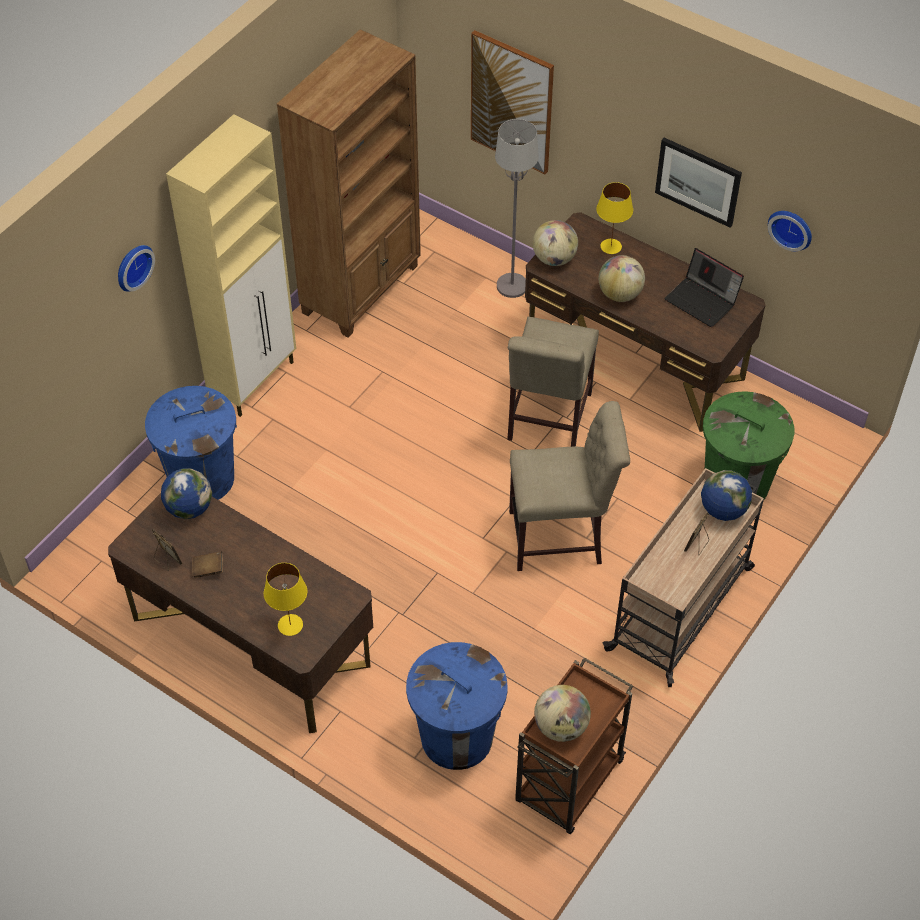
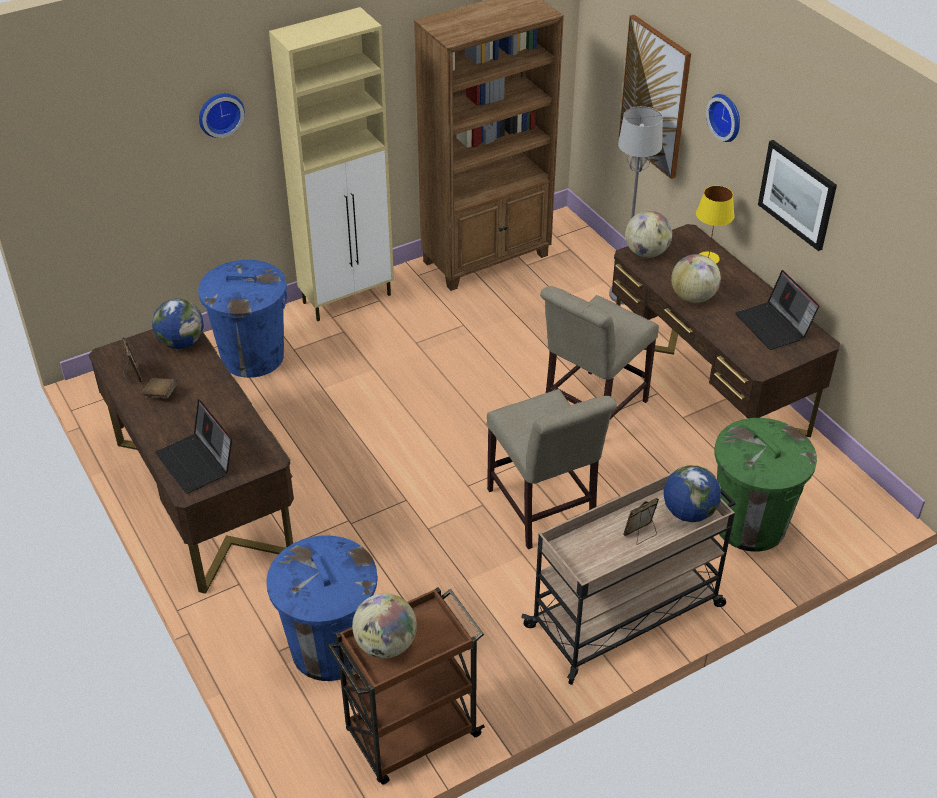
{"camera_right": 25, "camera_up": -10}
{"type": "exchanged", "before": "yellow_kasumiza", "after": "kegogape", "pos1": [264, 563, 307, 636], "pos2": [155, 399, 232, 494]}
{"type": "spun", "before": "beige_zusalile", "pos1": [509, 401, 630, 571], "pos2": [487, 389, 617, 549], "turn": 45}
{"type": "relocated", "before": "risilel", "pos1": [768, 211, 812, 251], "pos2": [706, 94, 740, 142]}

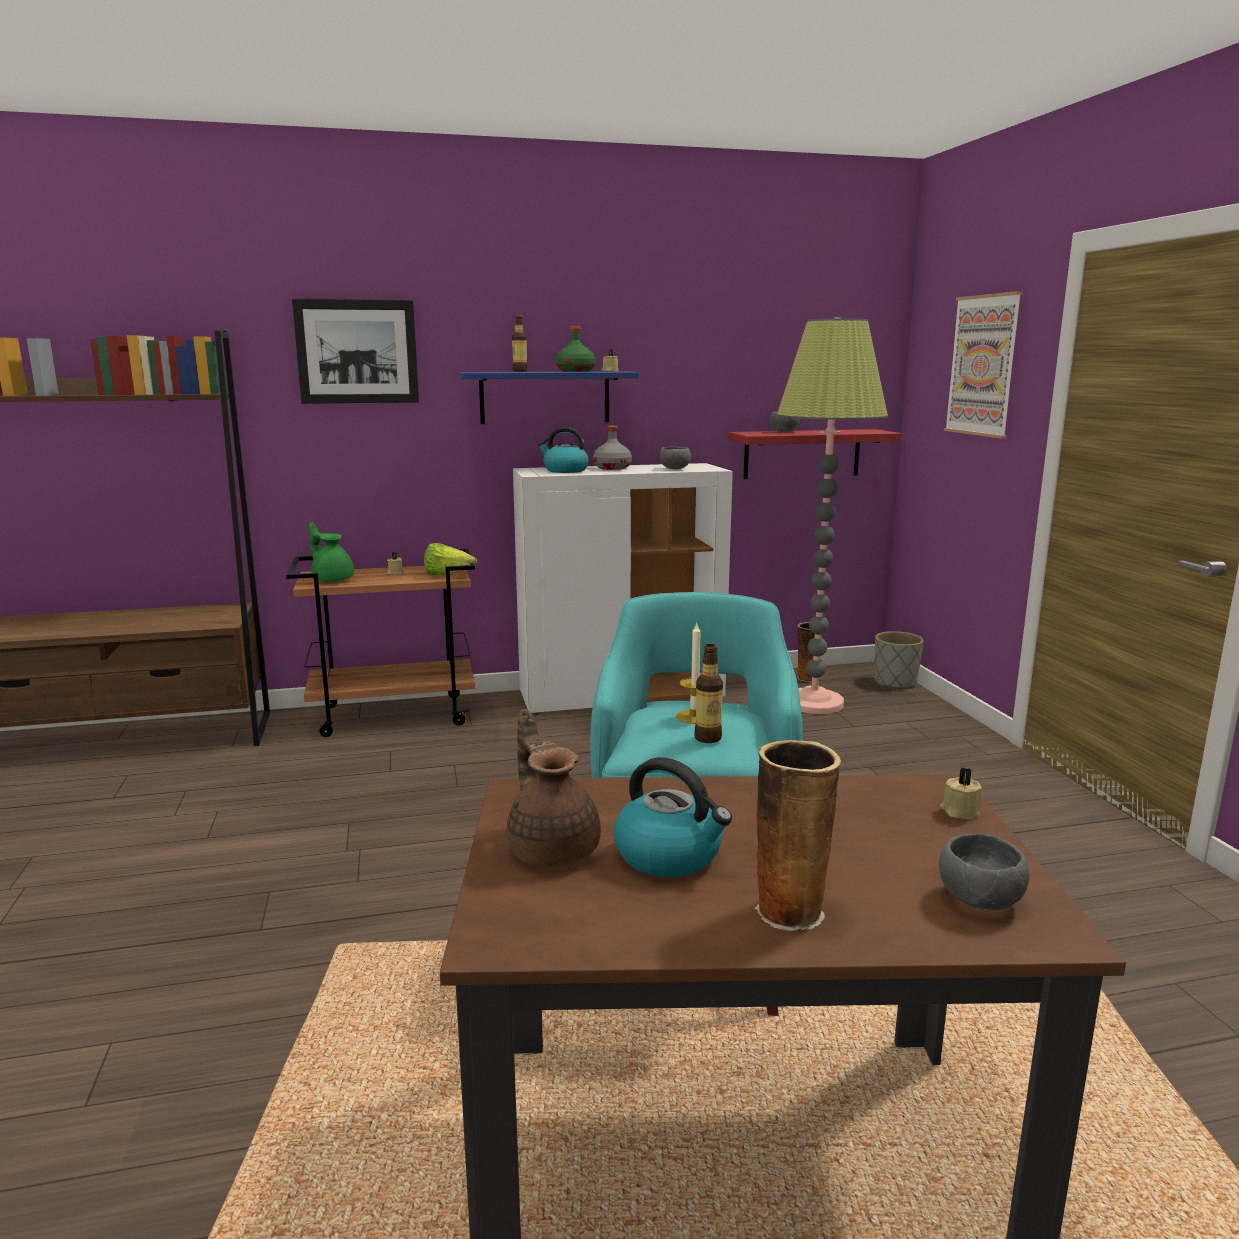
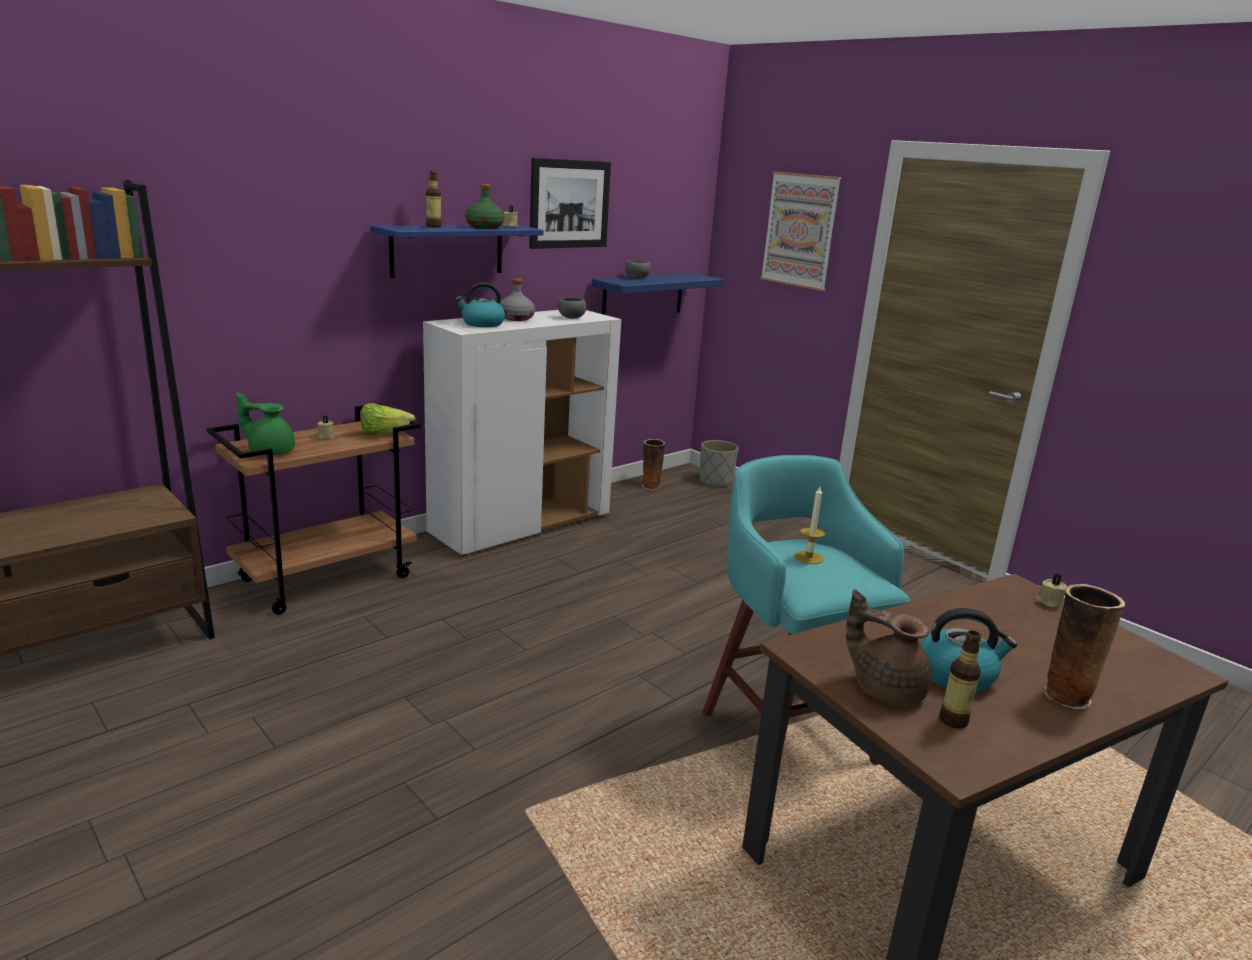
{"camera_right": -30, "camera_up": 5}
{"type": "relocated", "before": "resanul", "pos1": [292, 299, 419, 404], "pos2": [529, 158, 611, 249]}
{"type": "relocated", "before": "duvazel", "pos1": [694, 644, 723, 743], "pos2": [939, 630, 981, 729]}
{"type": "colour", "before": "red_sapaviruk", "after": "blue_sapaviruk", "pos1": [728, 429, 902, 479], "pos2": [592, 273, 724, 315]}
{"type": "missing", "before": "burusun", "pos1": [777, 317, 888, 714]}
{"type": "missing", "before": "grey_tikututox", "pos1": [939, 833, 1030, 910]}

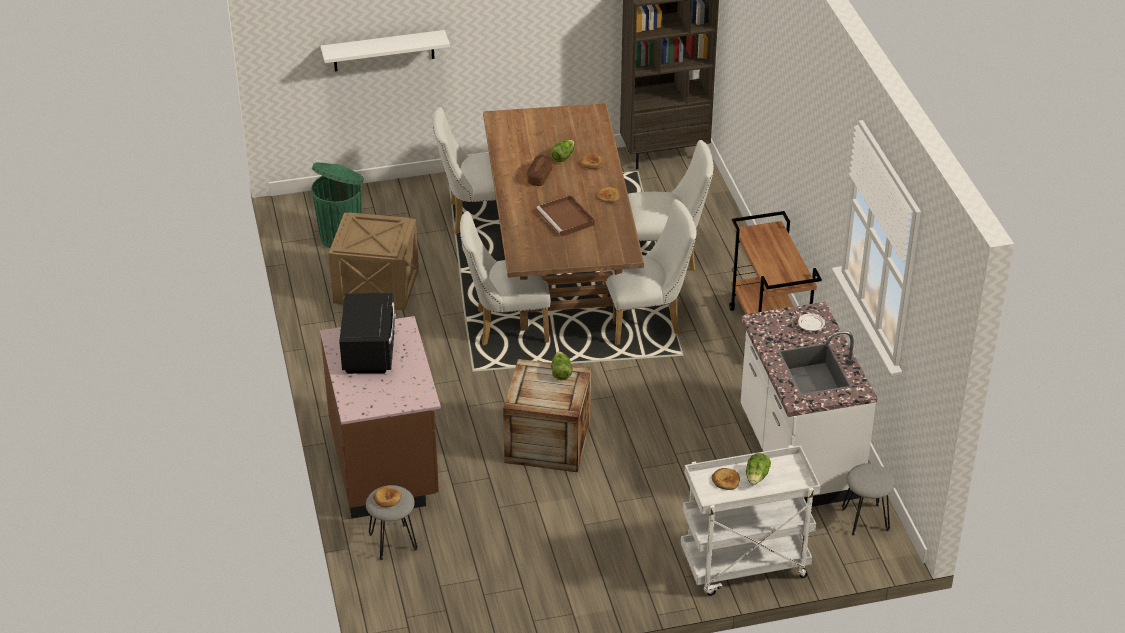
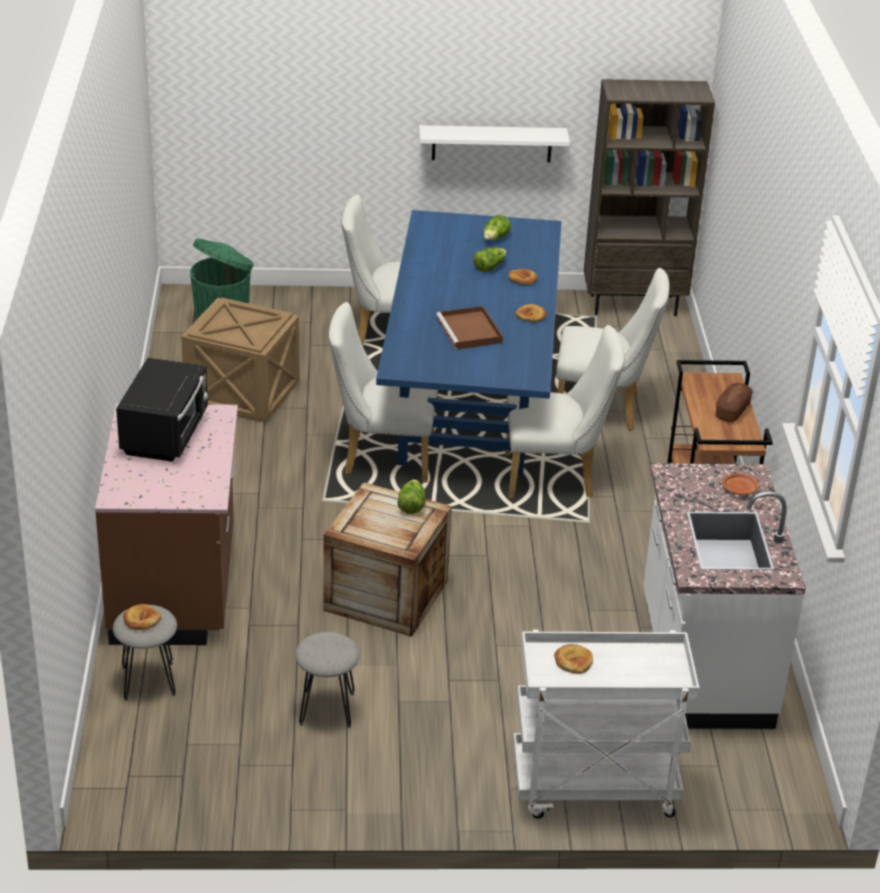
{"camera_right": 10, "camera_up": -5}
{"type": "relocated", "before": "white_sapaviruk", "pos1": [321, 30, 450, 71], "pos2": [419, 125, 570, 162]}
{"type": "colour", "before": "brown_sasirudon", "after": "blue_sasirudon", "pos1": [483, 103, 644, 331], "pos2": [376, 210, 562, 475]}
{"type": "relocated", "before": "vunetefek", "pos1": [527, 155, 553, 186], "pos2": [715, 383, 753, 423]}
{"type": "relocated", "before": "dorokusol", "pos1": [746, 453, 771, 485], "pos2": [483, 215, 511, 240]}
{"type": "colour", "before": "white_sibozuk", "after": "brown_sibozuk", "pos1": [798, 313, 825, 331], "pos2": [722, 473, 759, 495]}
{"type": "relocated", "before": "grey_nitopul", "pos1": [842, 463, 895, 536], "pos2": [295, 632, 360, 728]}

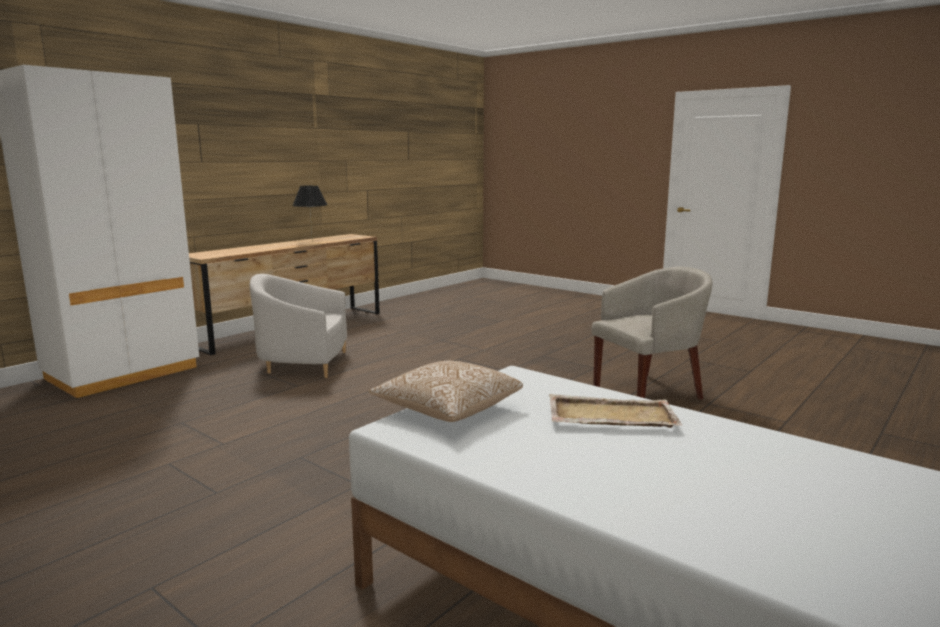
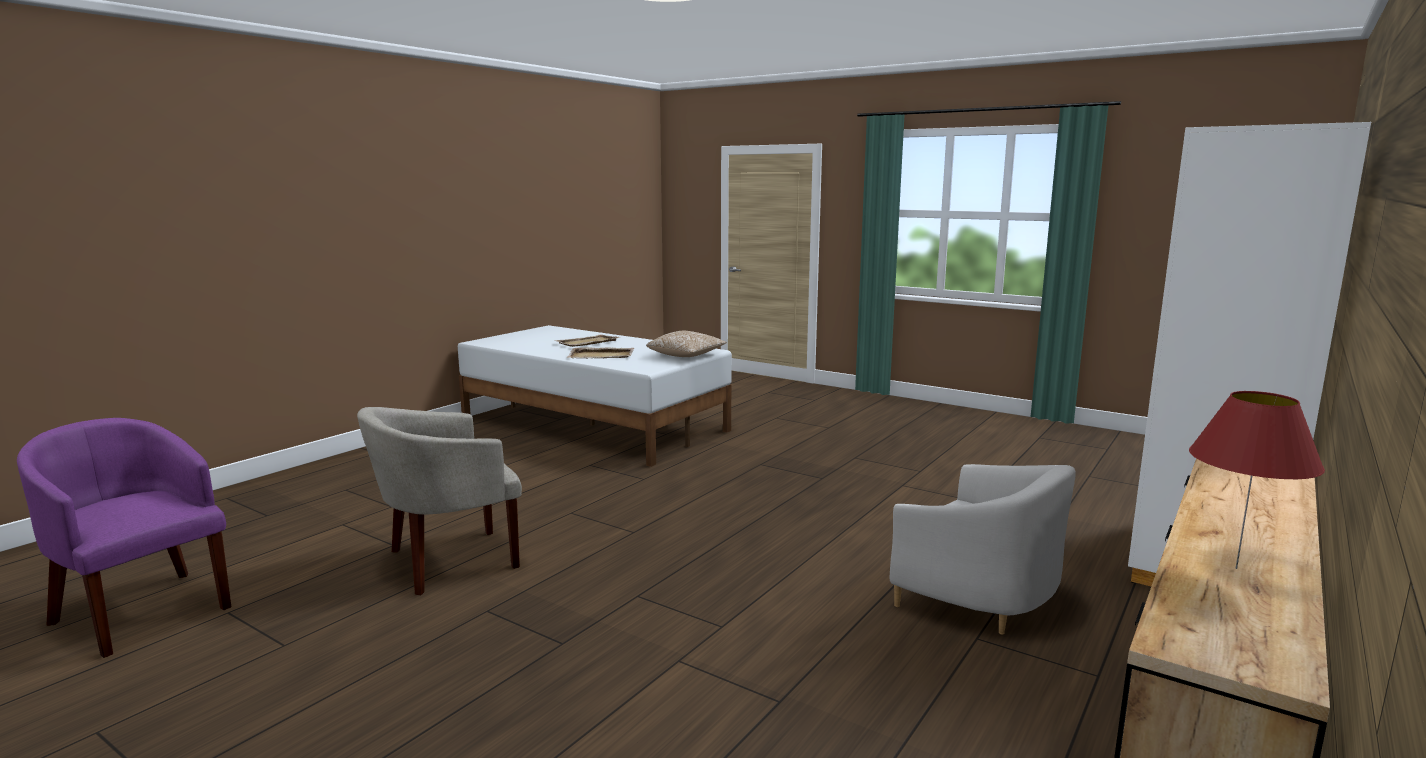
{"camera_right": 175, "camera_up": 0}
{"type": "spun", "before": "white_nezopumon", "pos1": [250, 274, 347, 378], "pos2": [889, 464, 1076, 634], "turn": 45}
{"type": "colour", "before": "black_kasumiza", "after": "red_kasumiza", "pos1": [292, 185, 327, 232], "pos2": [1189, 391, 1325, 569]}
{"type": "appeared", "after": "purple_nezopumon", "pos2": [17, 418, 231, 658]}
{"type": "appeared", "after": "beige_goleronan", "pos2": [553, 334, 621, 347]}

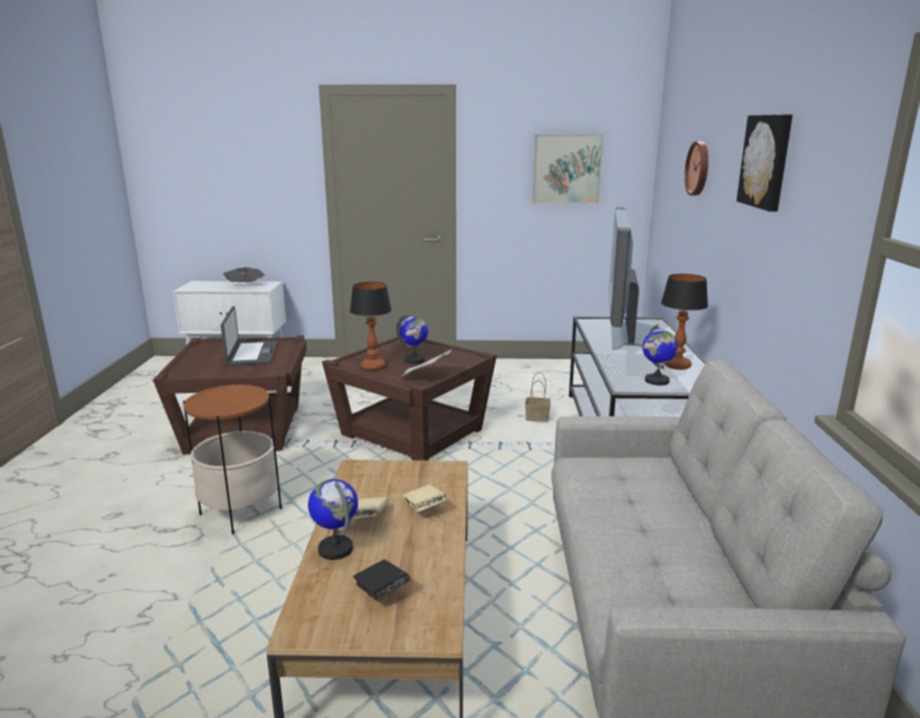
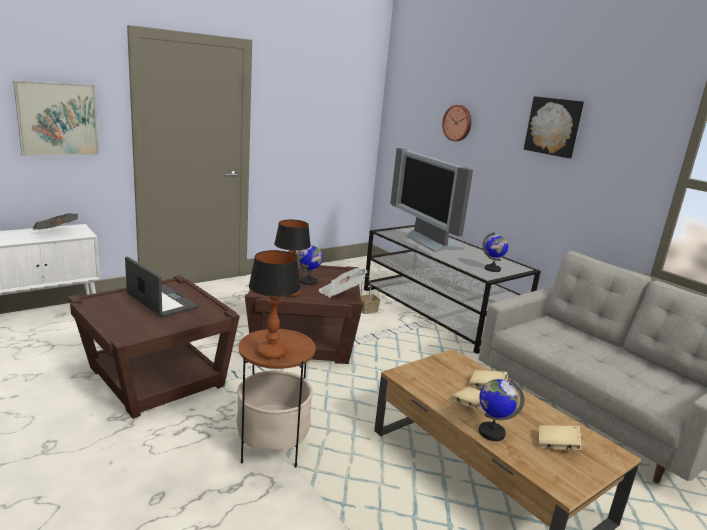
{"camera_right": -40, "camera_up": 0}
{"type": "colour", "before": "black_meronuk", "after": "beige_meronuk", "pos1": [353, 560, 410, 601], "pos2": [539, 425, 581, 450]}
{"type": "relocated", "before": "resanul", "pos1": [532, 134, 604, 204], "pos2": [13, 80, 99, 156]}
{"type": "relocated", "before": "kasumiza", "pos1": [661, 274, 708, 370], "pos2": [249, 250, 301, 359]}

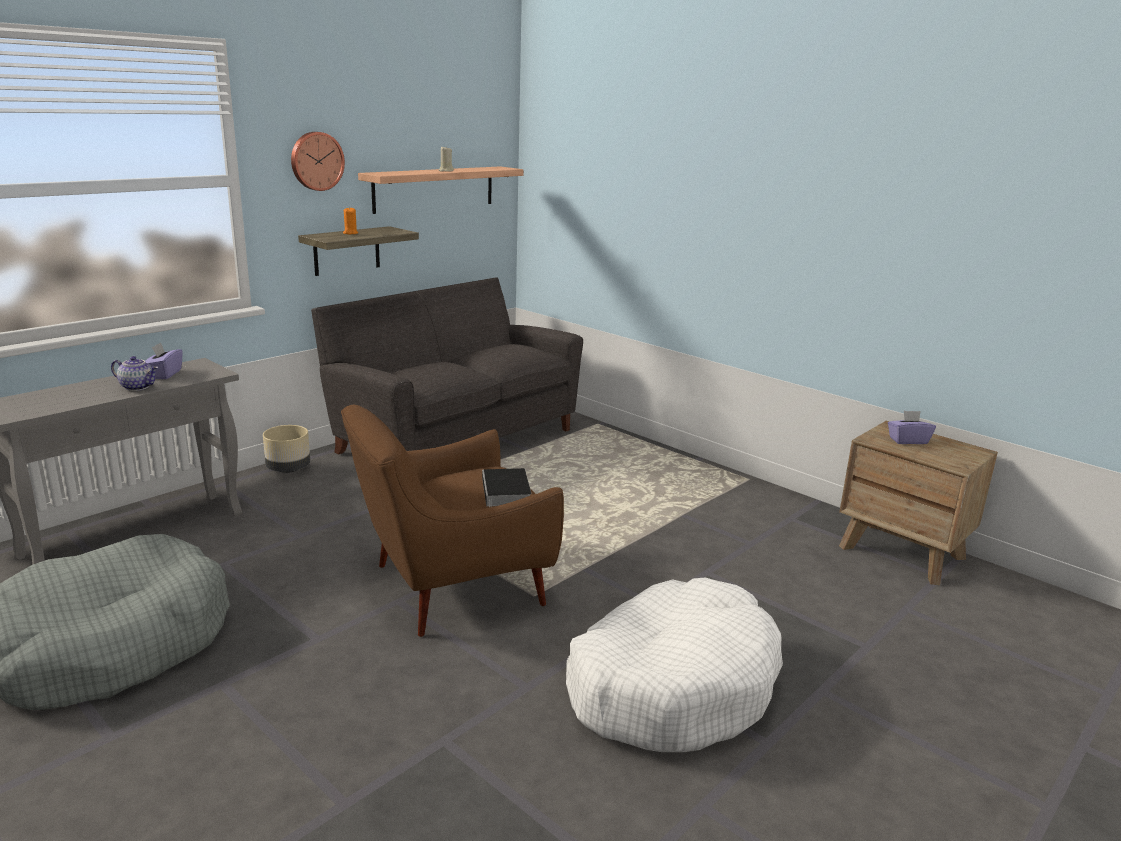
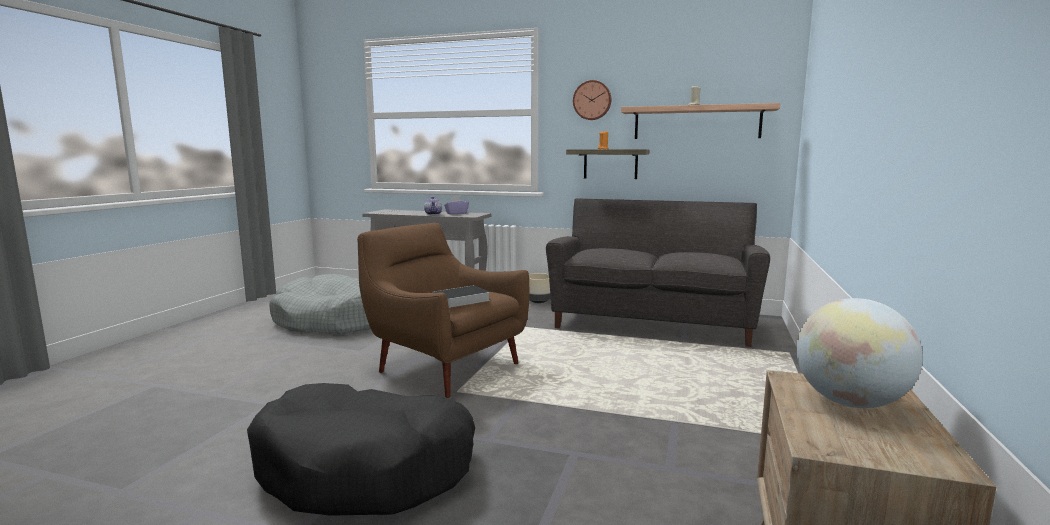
{"camera_right": 65, "camera_up": -10}
{"type": "colour", "before": "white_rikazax", "after": "black_rikazax", "pos1": [566, 577, 783, 752], "pos2": [247, 383, 475, 516]}
{"type": "exchanged", "before": "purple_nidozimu", "after": "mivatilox", "pos1": [888, 411, 936, 444], "pos2": [796, 298, 923, 408]}

